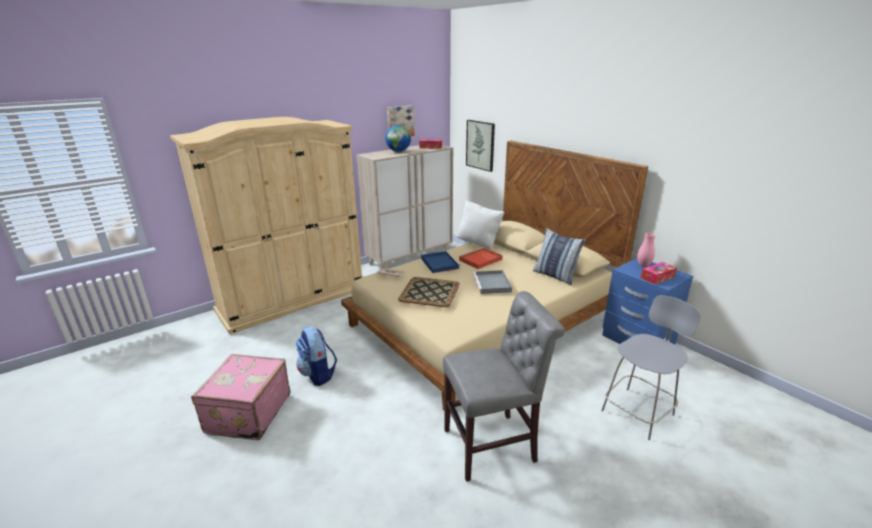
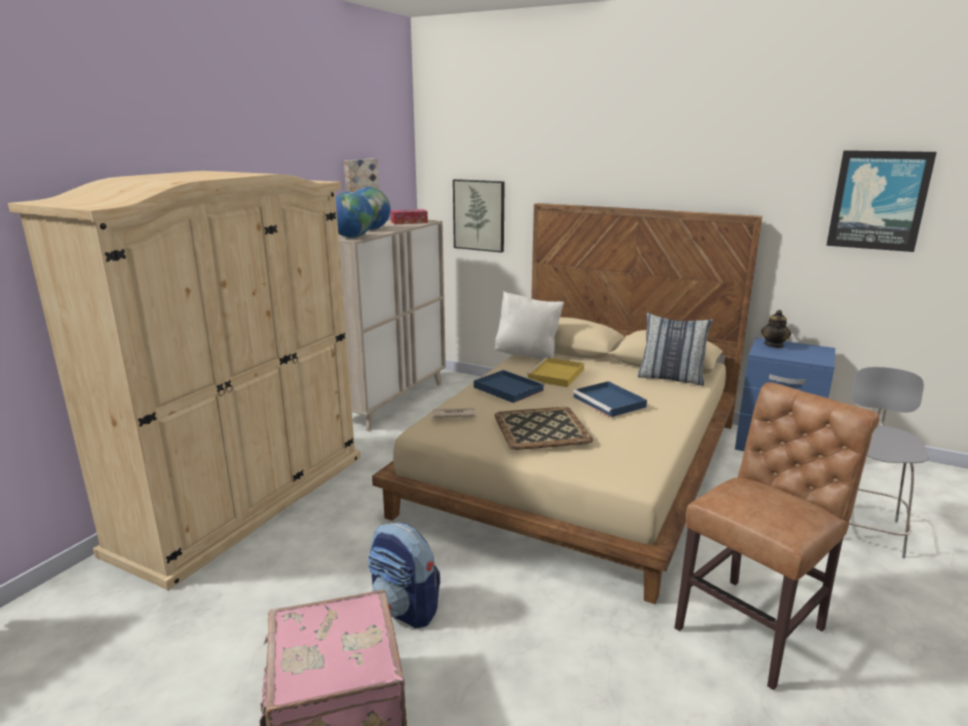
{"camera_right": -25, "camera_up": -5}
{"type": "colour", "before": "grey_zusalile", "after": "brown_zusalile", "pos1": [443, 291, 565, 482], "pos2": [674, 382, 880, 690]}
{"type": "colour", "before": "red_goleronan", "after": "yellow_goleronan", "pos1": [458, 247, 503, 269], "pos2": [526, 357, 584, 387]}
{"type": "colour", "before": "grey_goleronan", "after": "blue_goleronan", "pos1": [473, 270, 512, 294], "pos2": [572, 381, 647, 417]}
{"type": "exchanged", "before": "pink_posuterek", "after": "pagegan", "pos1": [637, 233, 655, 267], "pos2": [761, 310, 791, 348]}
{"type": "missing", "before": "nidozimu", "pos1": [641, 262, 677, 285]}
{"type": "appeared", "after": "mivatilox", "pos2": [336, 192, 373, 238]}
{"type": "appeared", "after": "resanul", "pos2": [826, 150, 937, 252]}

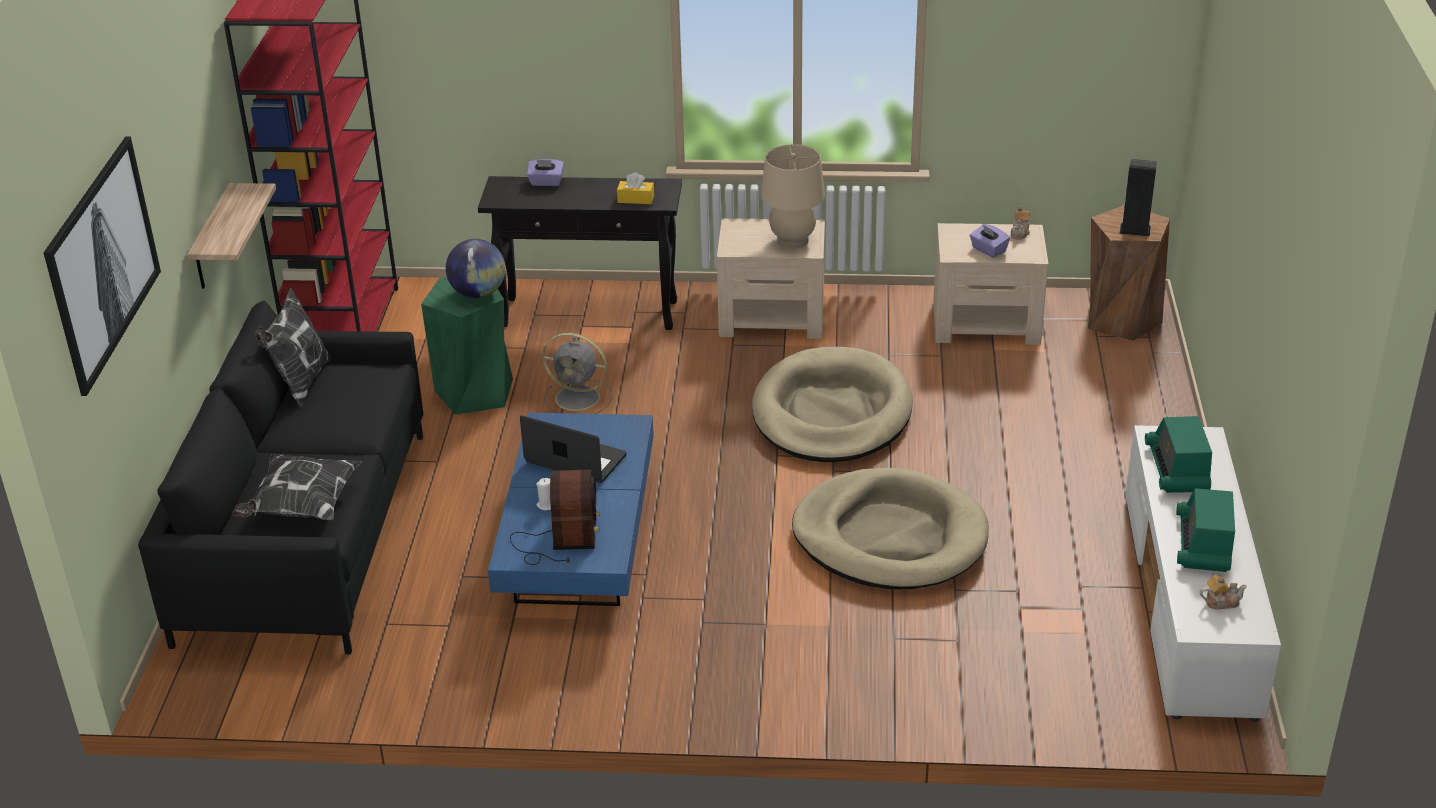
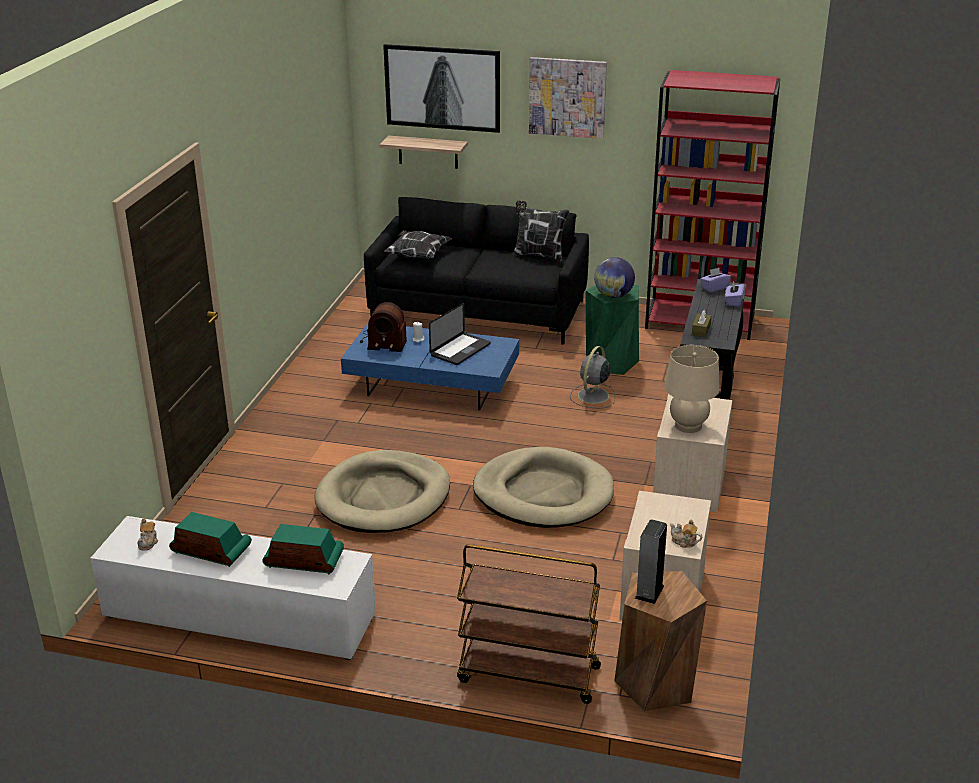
{"camera_right": 100, "camera_up": -5}
{"type": "relocated", "before": "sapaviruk", "pos1": [187, 183, 276, 289], "pos2": [379, 136, 468, 169]}
{"type": "colour", "before": "yellow_nidozimu", "after": "brown_nidozimu", "pos1": [617, 172, 654, 204], "pos2": [692, 310, 711, 337]}
{"type": "relocated", "before": "purple_nidozimu", "pos1": [970, 224, 1010, 258], "pos2": [700, 268, 731, 292]}
{"type": "appeared", "after": "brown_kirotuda", "pos2": [457, 544, 601, 704]}
{"type": "appeared", "after": "resanul", "pos2": [529, 57, 607, 139]}

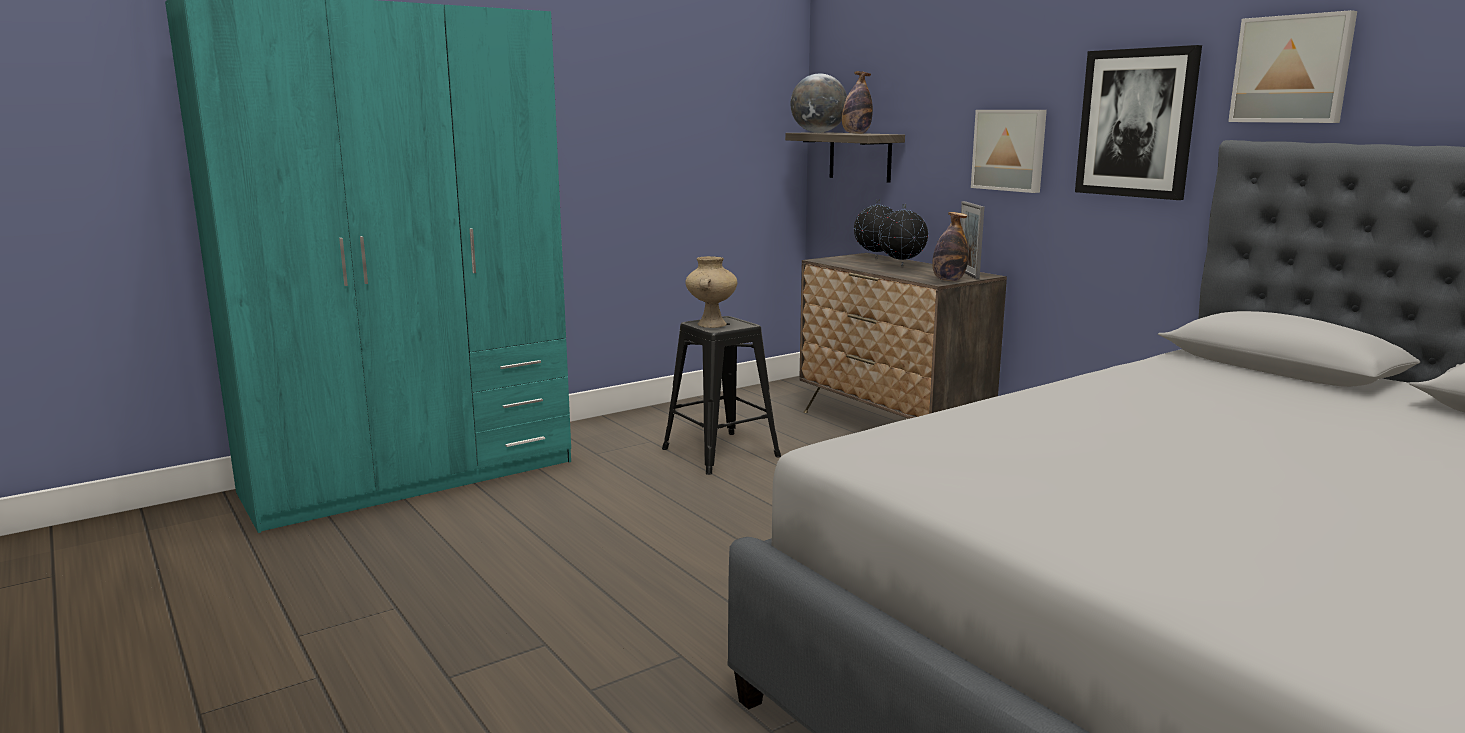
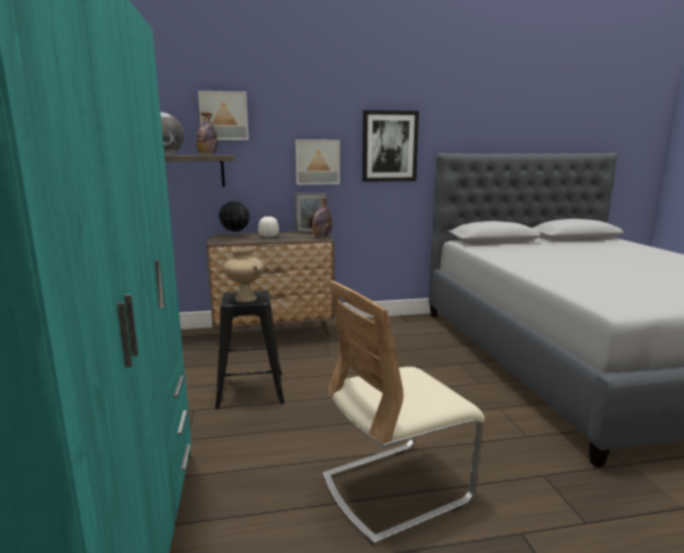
{"camera_right": -65, "camera_up": 0}
{"type": "exchanged", "before": "mivatilox", "after": "white_posuterek", "pos1": [878, 204, 928, 267], "pos2": [258, 216, 279, 237]}
{"type": "relocated", "before": "resanul", "pos1": [1228, 10, 1357, 123], "pos2": [198, 91, 249, 140]}
{"type": "appeared", "after": "beige_zusalile", "pos2": [323, 281, 485, 545]}

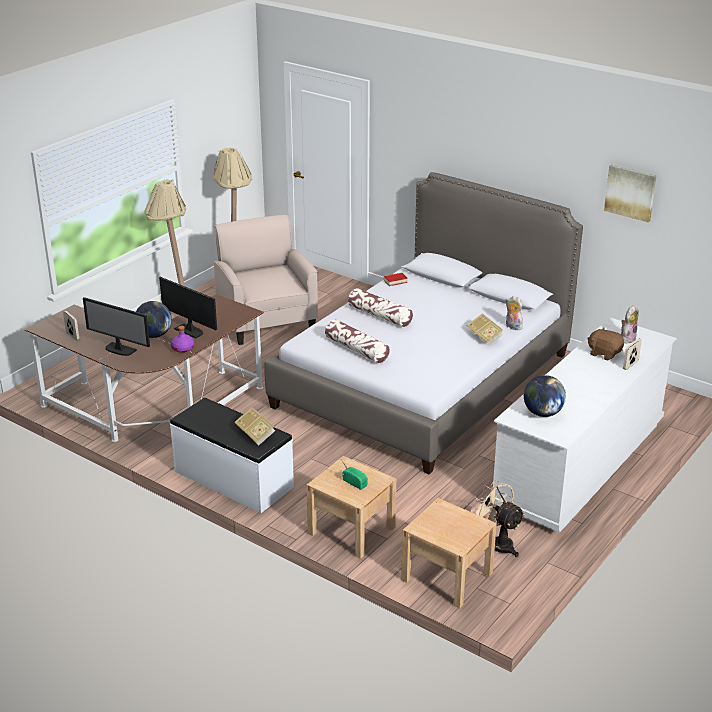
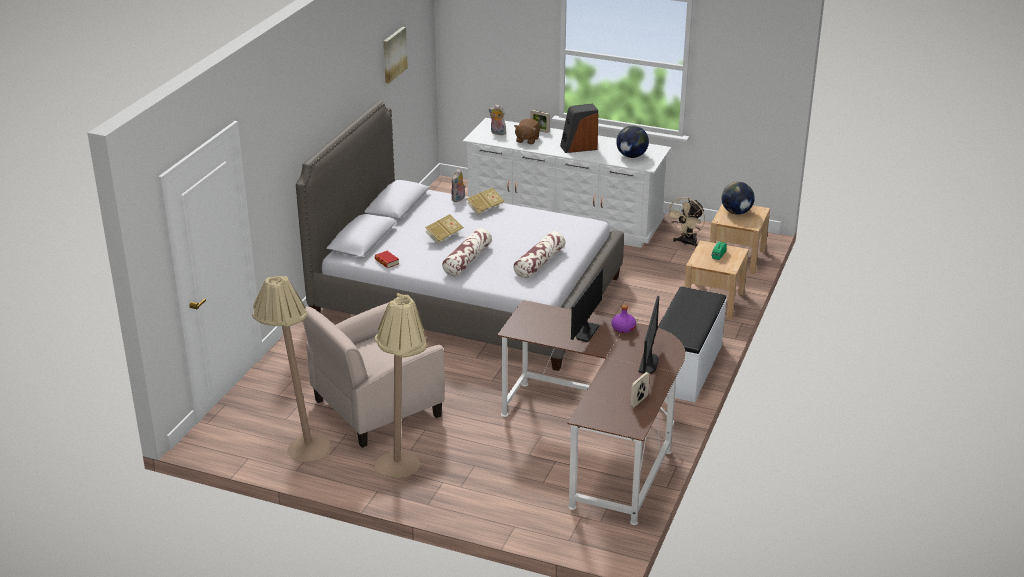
{"camera_right": -105, "camera_up": 0}
{"type": "relocated", "before": "mivatilox", "pos1": [136, 301, 172, 338], "pos2": [721, 182, 755, 214]}
{"type": "relocated", "before": "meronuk", "pos1": [234, 407, 275, 446], "pos2": [425, 214, 464, 244]}
{"type": "appeared", "after": "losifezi", "pos2": [560, 103, 598, 153]}

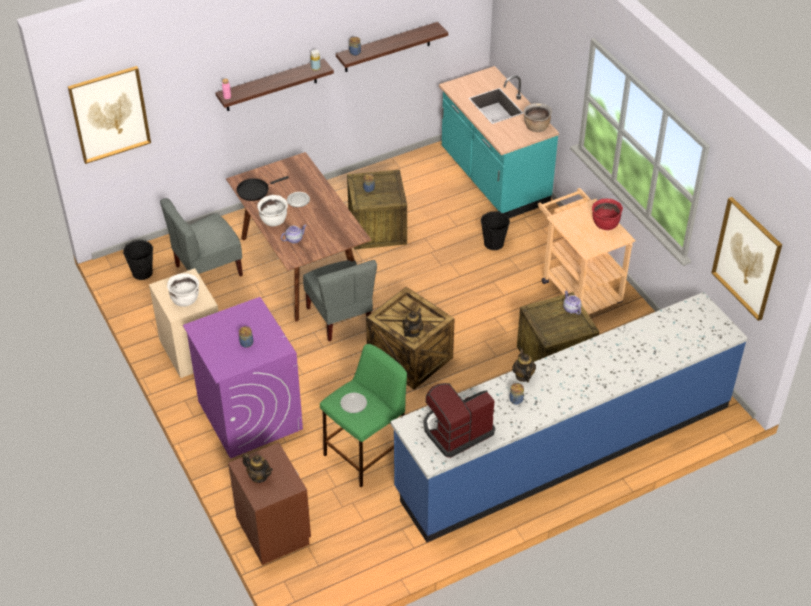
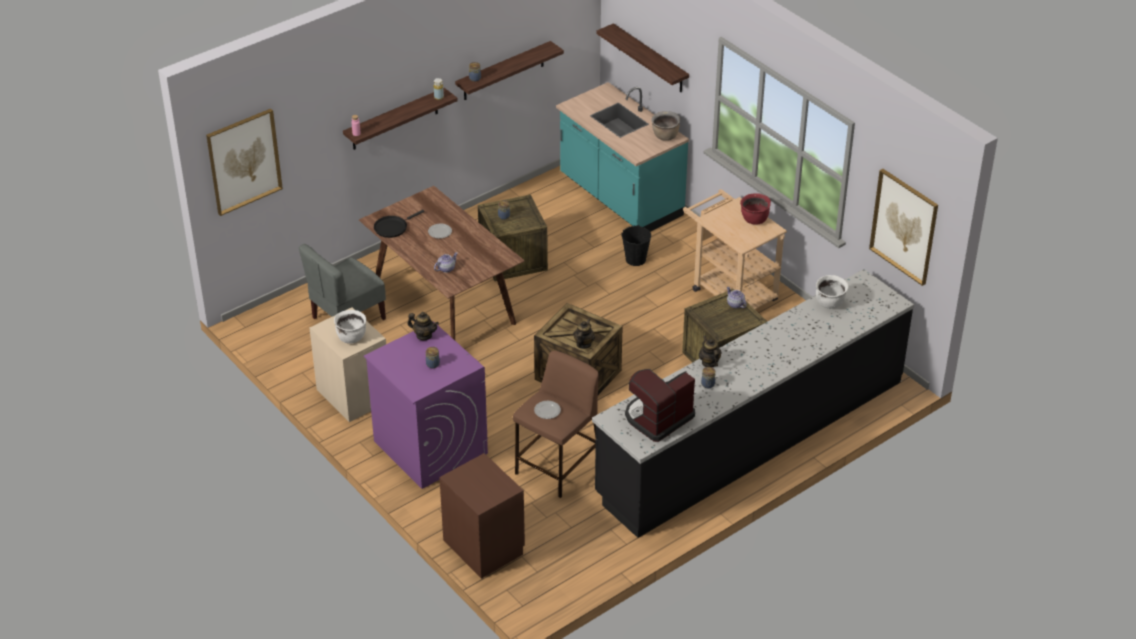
{"camera_right": -10, "camera_up": -5}
{"type": "missing", "before": "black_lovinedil", "pos1": [123, 240, 153, 280]}
{"type": "relocated", "before": "pagegan", "pos1": [243, 453, 273, 483], "pos2": [407, 312, 439, 340]}
{"type": "relocated", "before": "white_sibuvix", "pos1": [257, 195, 288, 226], "pos2": [816, 275, 848, 309]}
{"type": "missing", "before": "grey_zusalile", "pos1": [303, 260, 377, 341]}
{"type": "colour", "before": "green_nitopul", "after": "brown_nitopul", "pos1": [320, 344, 407, 487], "pos2": [513, 351, 599, 498]}
{"type": "colour", "before": "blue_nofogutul", "after": "black_nofogutul", "pos1": [391, 292, 748, 542], "pos2": [592, 269, 914, 538]}
{"type": "appeared", "after": "sapaviruk", "pos2": [597, 23, 689, 92]}

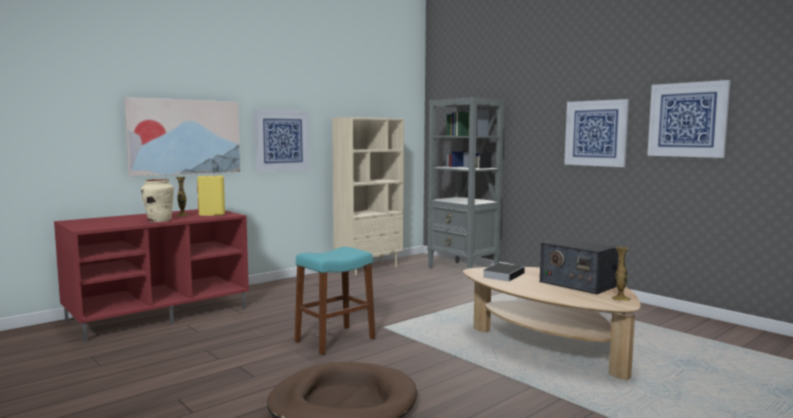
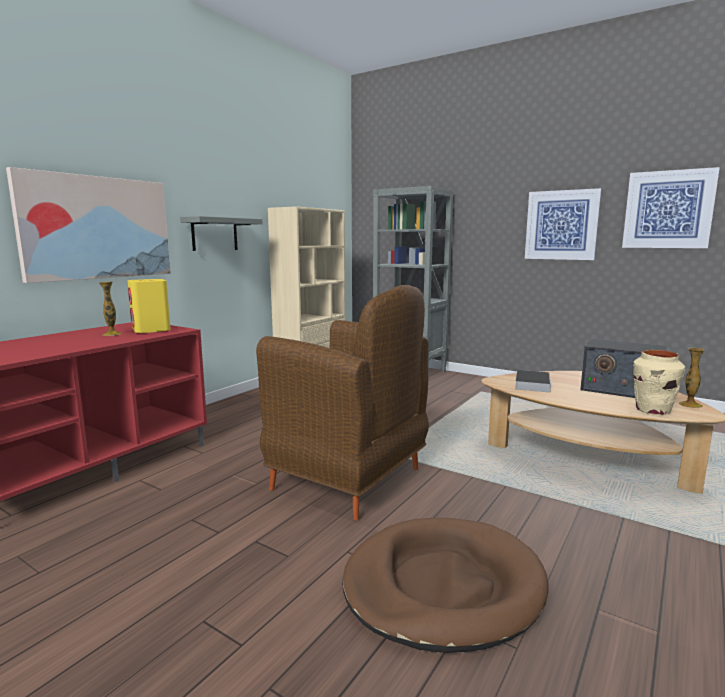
{"camera_right": -15, "camera_up": 5}
{"type": "relocated", "before": "beige_posuterek", "pos1": [141, 179, 174, 222], "pos2": [633, 350, 685, 415]}
{"type": "exchanged", "before": "resanul", "after": "grey_sapaviruk", "pos1": [254, 109, 310, 172], "pos2": [180, 216, 262, 251]}
{"type": "exchanged", "before": "turquoise_nitopul", "after": "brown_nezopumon", "pos1": [295, 247, 375, 355], "pos2": [256, 285, 429, 521]}

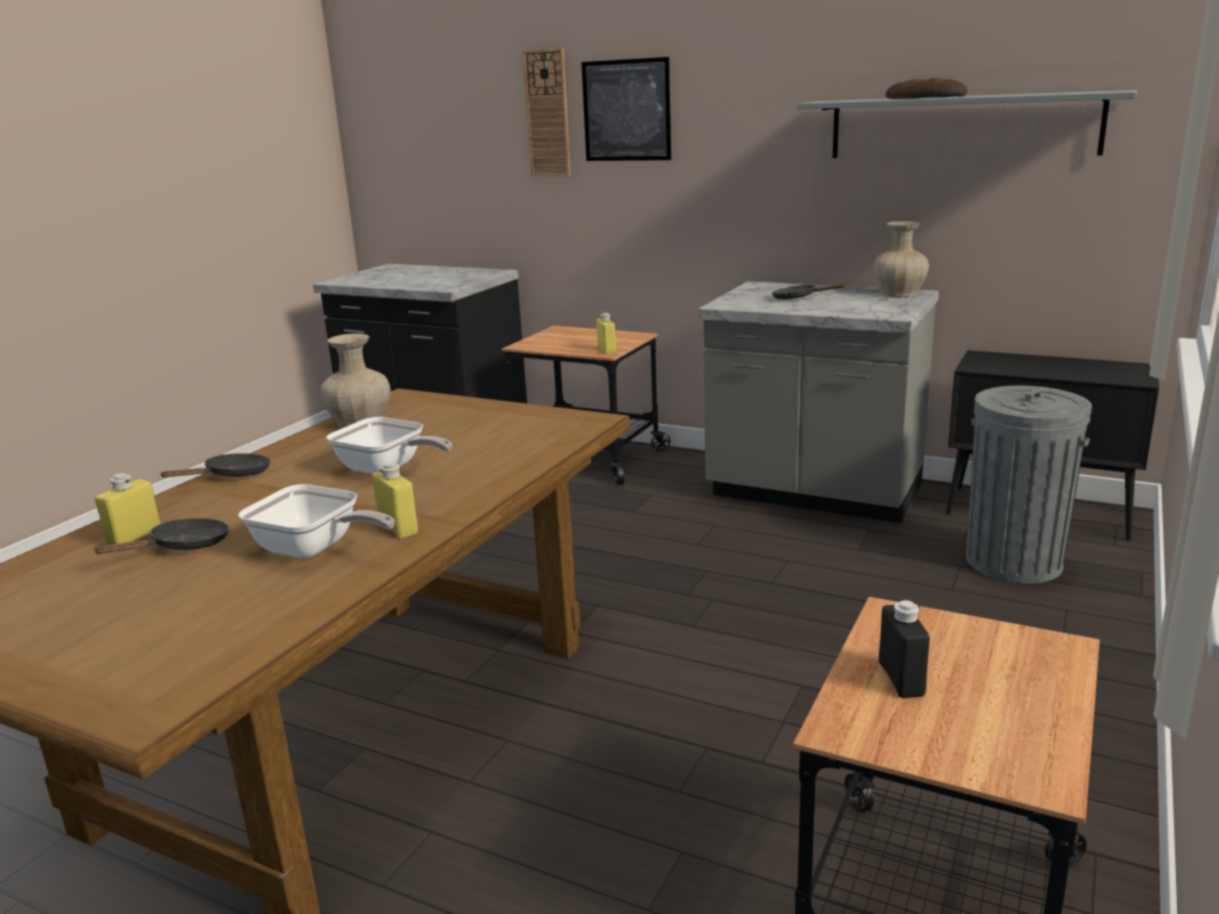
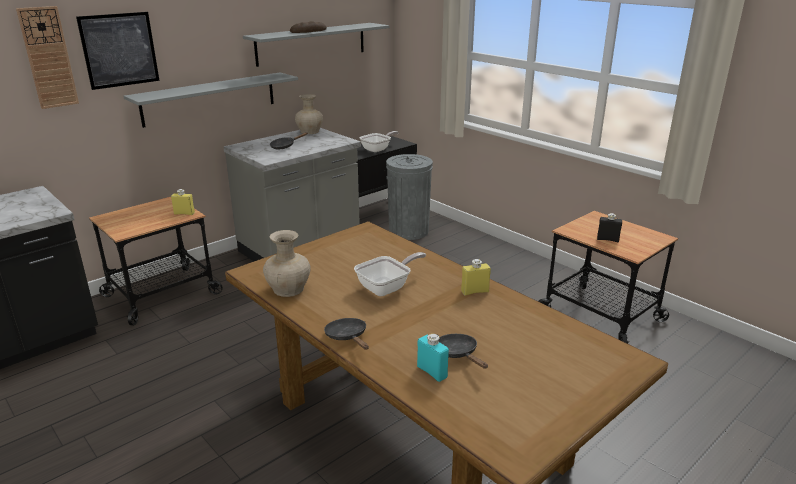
{"camera_right": -70, "camera_up": 5}
{"type": "colour", "before": "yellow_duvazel", "after": "turquoise_duvazel", "pos1": [95, 473, 161, 545], "pos2": [417, 334, 449, 382]}
{"type": "relocated", "before": "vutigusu", "pos1": [238, 484, 395, 559], "pos2": [359, 131, 399, 152]}
{"type": "appeared", "after": "grey_sapaviruk", "pos2": [124, 73, 298, 128]}

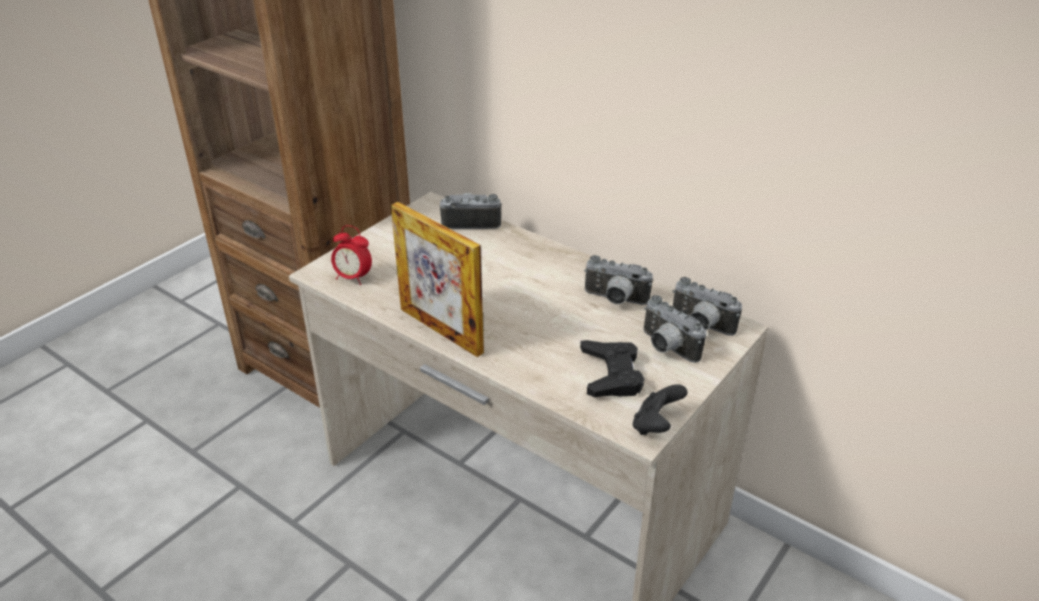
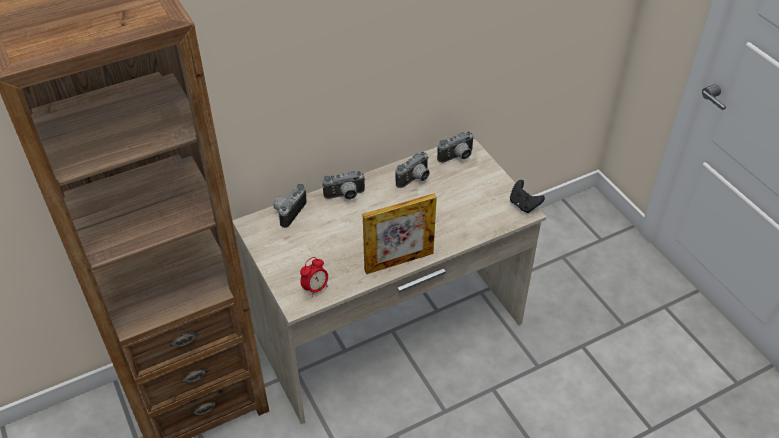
{"camera_right": -65, "camera_up": 10}
{"type": "missing", "before": "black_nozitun", "pos1": [580, 340, 644, 397]}
{"type": "relocated", "before": "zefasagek", "pos1": [644, 295, 707, 363], "pos2": [323, 171, 366, 200]}

